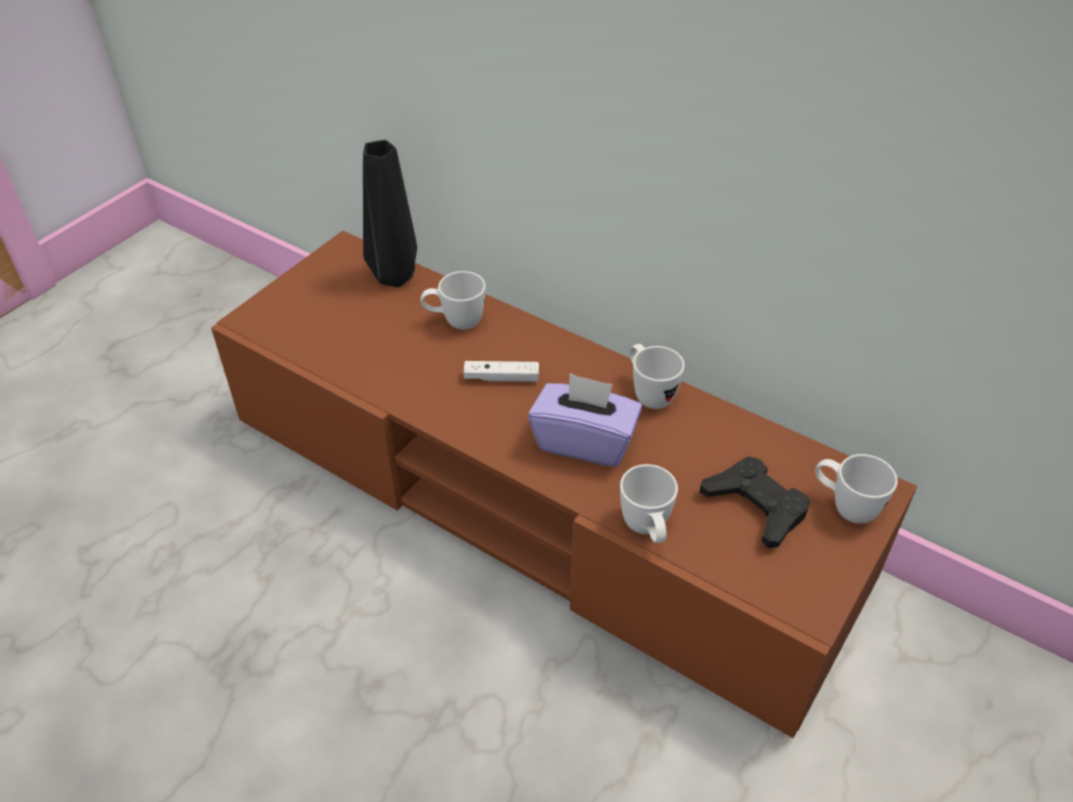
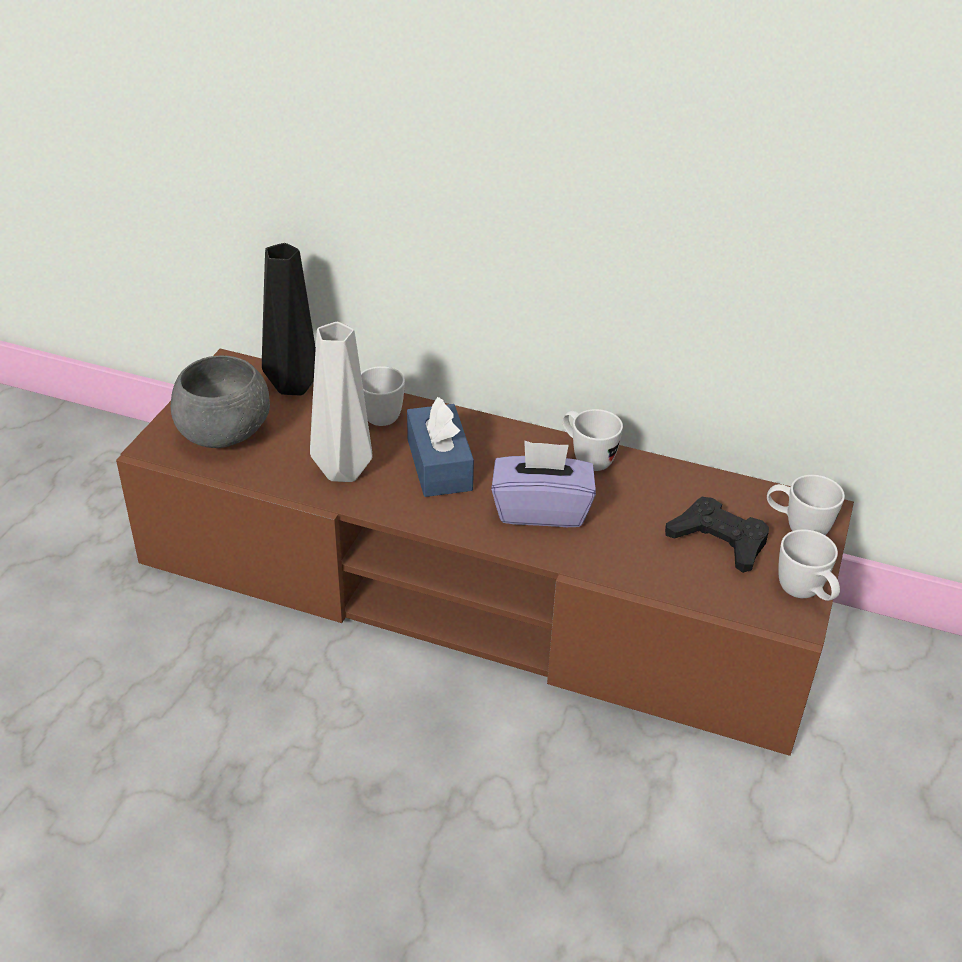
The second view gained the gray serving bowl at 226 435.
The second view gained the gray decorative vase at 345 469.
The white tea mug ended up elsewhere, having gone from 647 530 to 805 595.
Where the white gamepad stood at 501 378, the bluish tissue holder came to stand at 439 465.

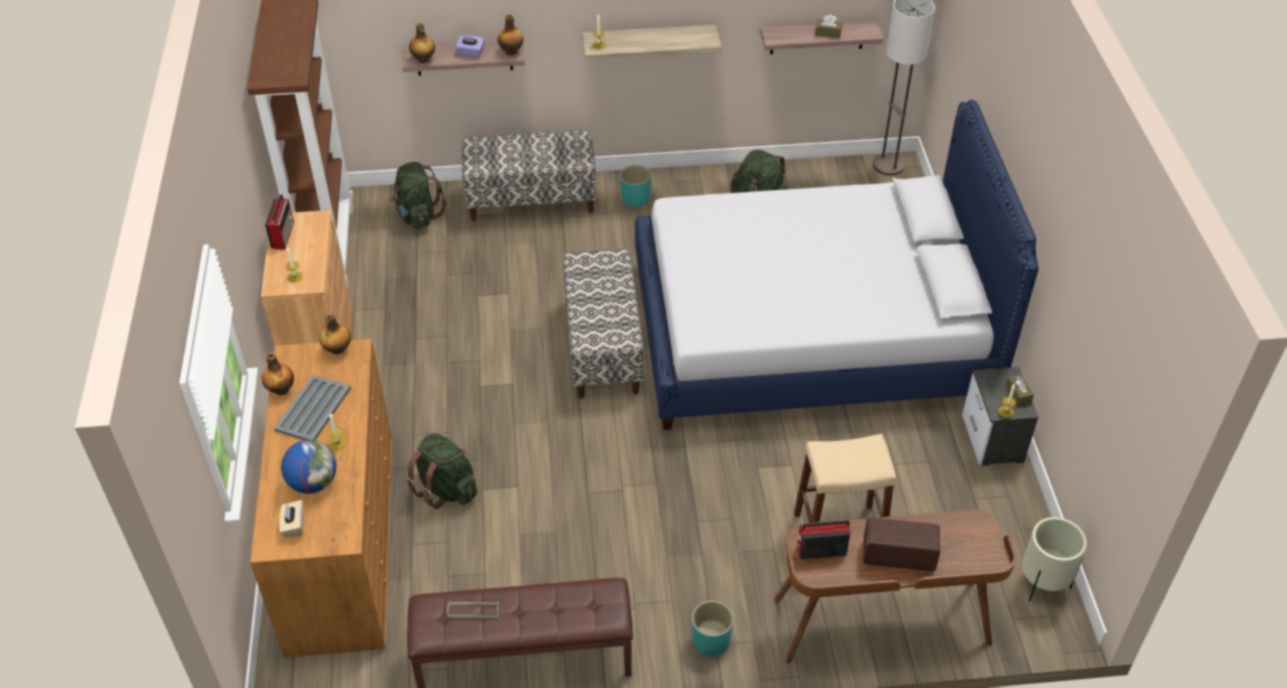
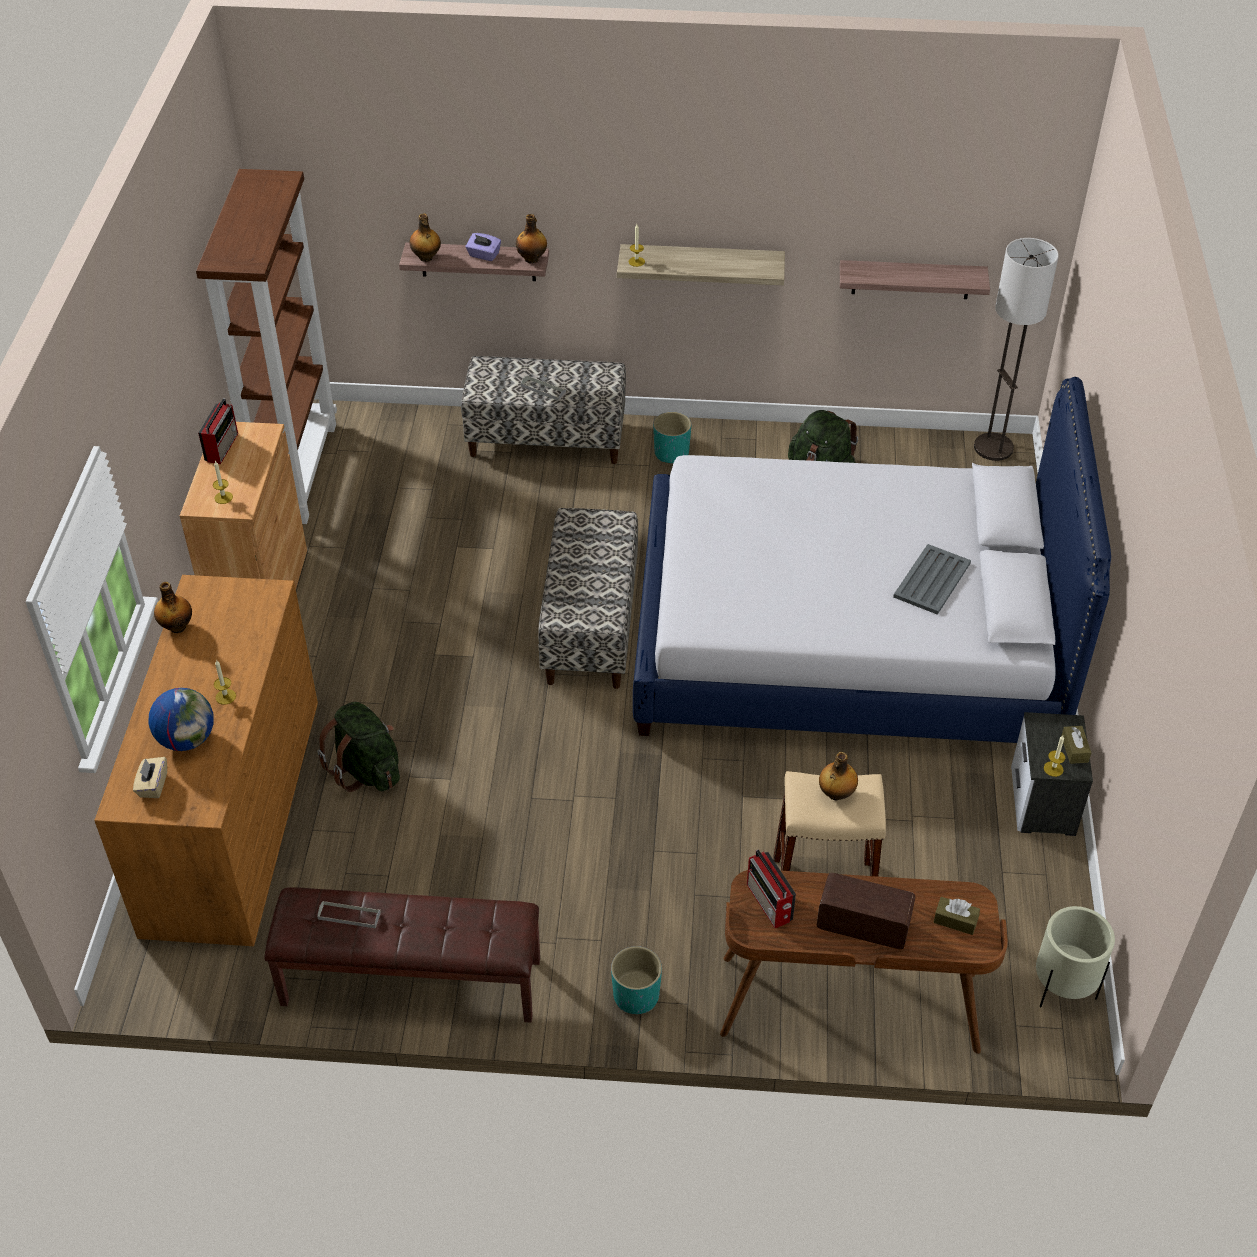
The second view lost the green-coloured rucksack at 418 215.
The gray carrying tray ended up elsewhere, having gone from 312 410 to 931 580.
The beverage bottle ended up elsewhere, having gone from 337 350 to 836 794.
The brownish tissue holder ended up elsewhere, having gone from 828 33 to 955 920.
The radio set at 820 550 ended up facing another way, 120 degrees counterclockwise from before.

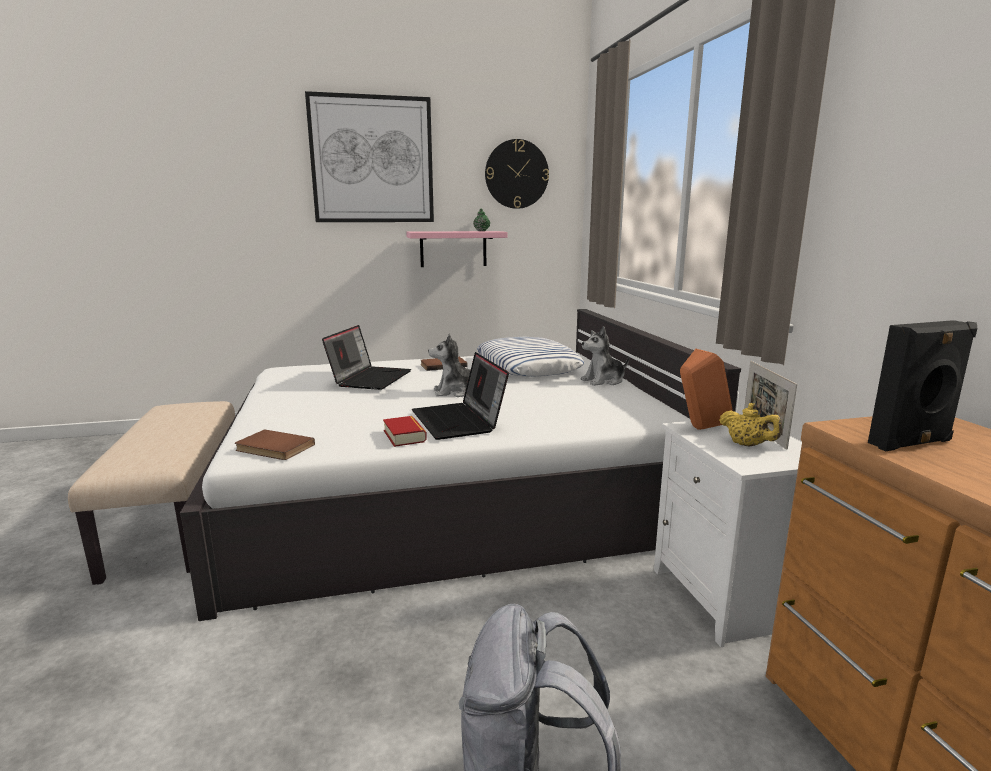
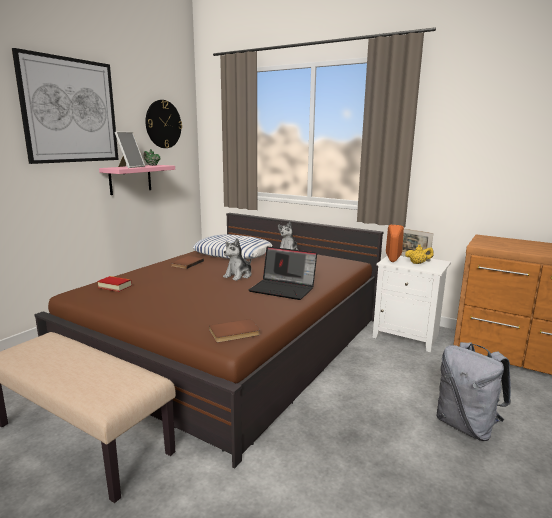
The second view lost the laptop at 370 378.
The second view lost the black audio speaker at 911 443.
The second view gained the standing frame at 130 167.
The book ended up elsewhere, having gone from 404 436 to 115 287.
What was the white sleeping bed at 453 490 turned into the brownish sleeping bed at 233 342.

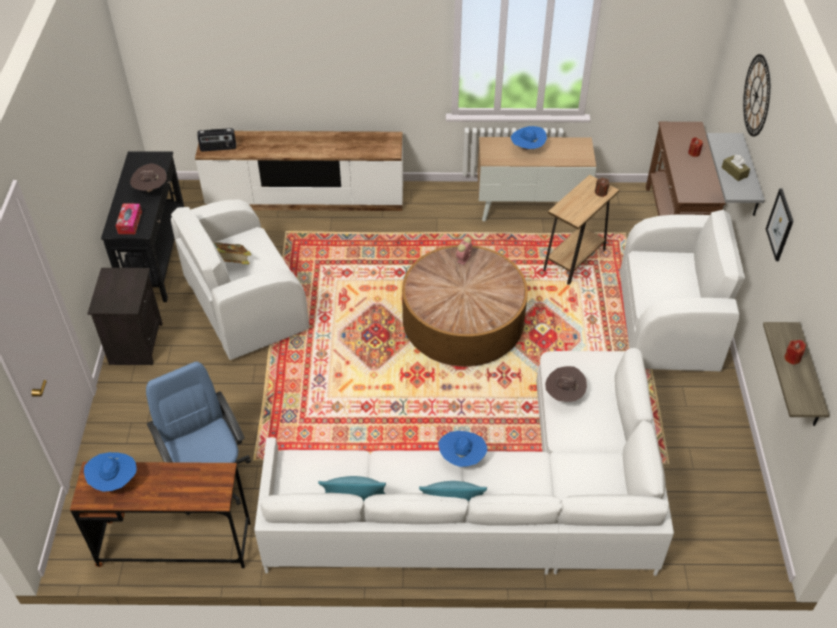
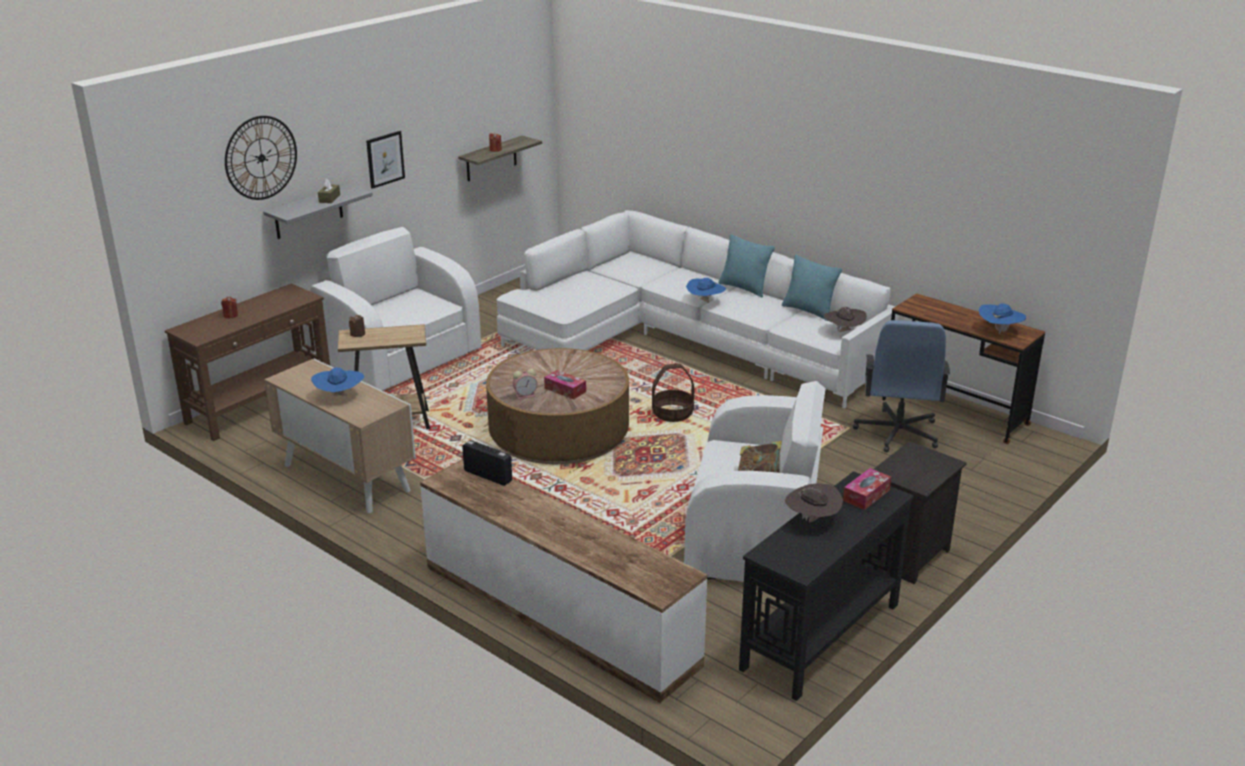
The second view gained the tissue holder at 565 390.
The second view gained the basket at 672 414.
The radio set ended up elsewhere, having gone from 218 148 to 488 475.
The brownish hat ended up elsewhere, having gone from 564 395 to 843 332.

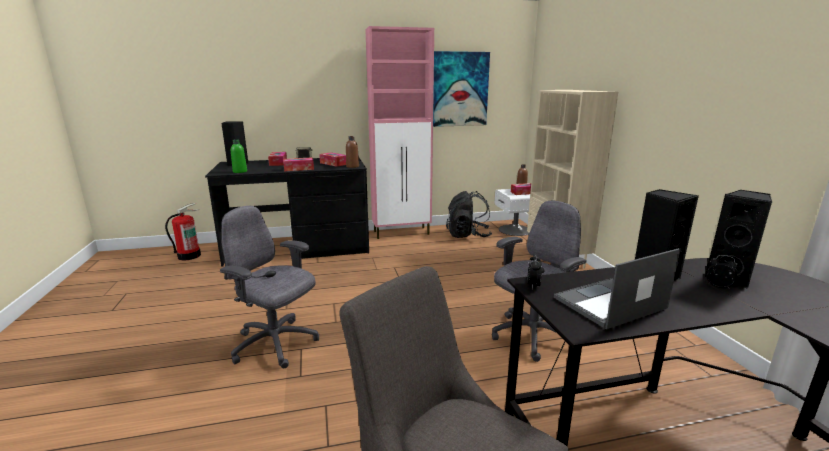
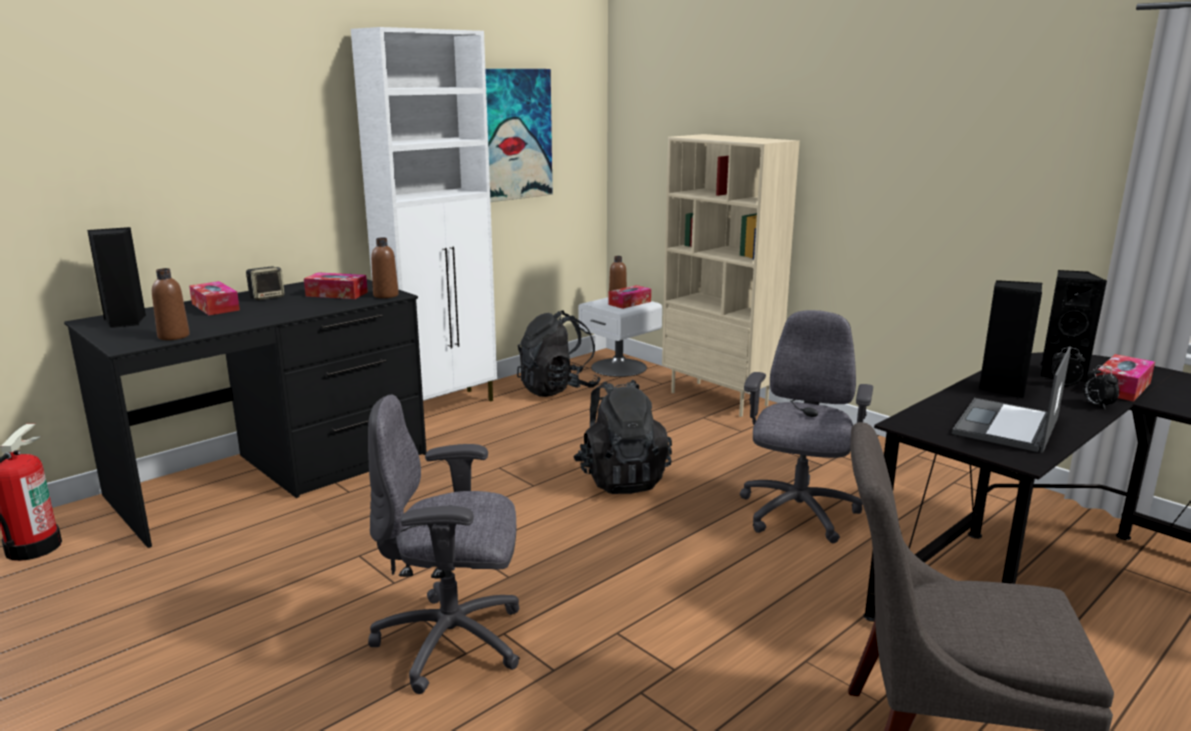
The second view gained the black rucksack at 621 479.
The tissue holder ended up elsewhere, having gone from 298 169 to 1121 388.
The alarm clock ended up elsewhere, having gone from 533 285 to 1097 405.
What was the green-coloured beverage bottle at 240 171 turned into the brownish beverage bottle at 173 336.
What was the pink cabinet at 402 233 turned into the white cabinet at 443 407.

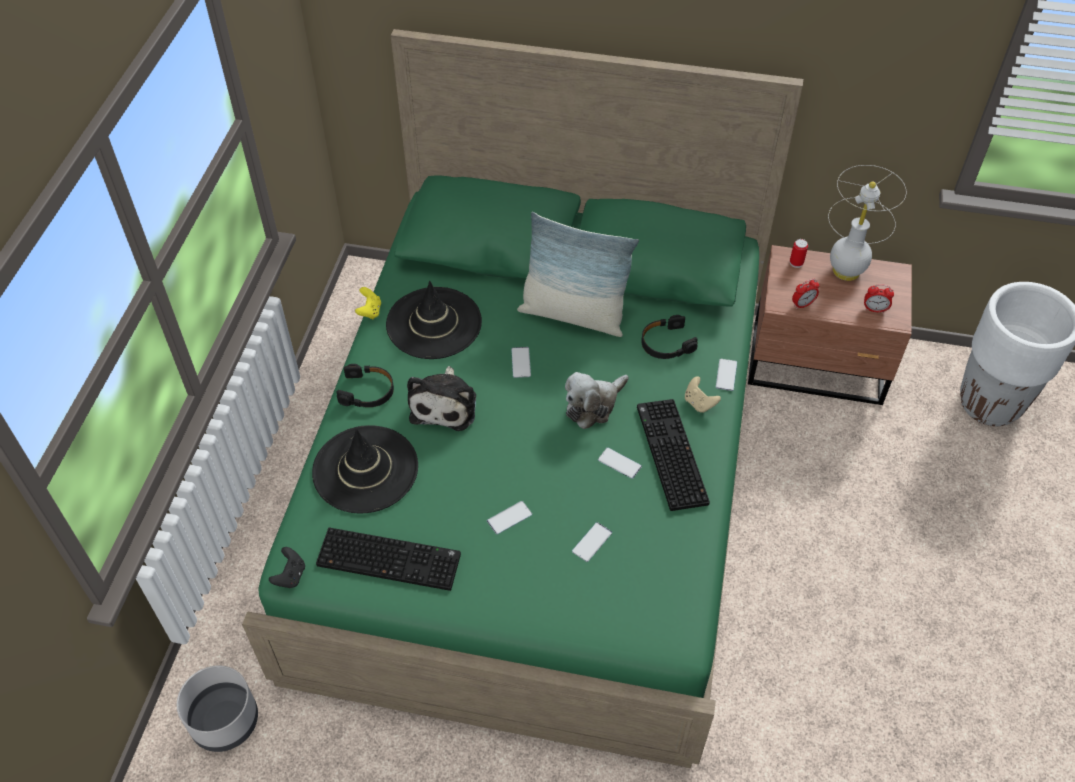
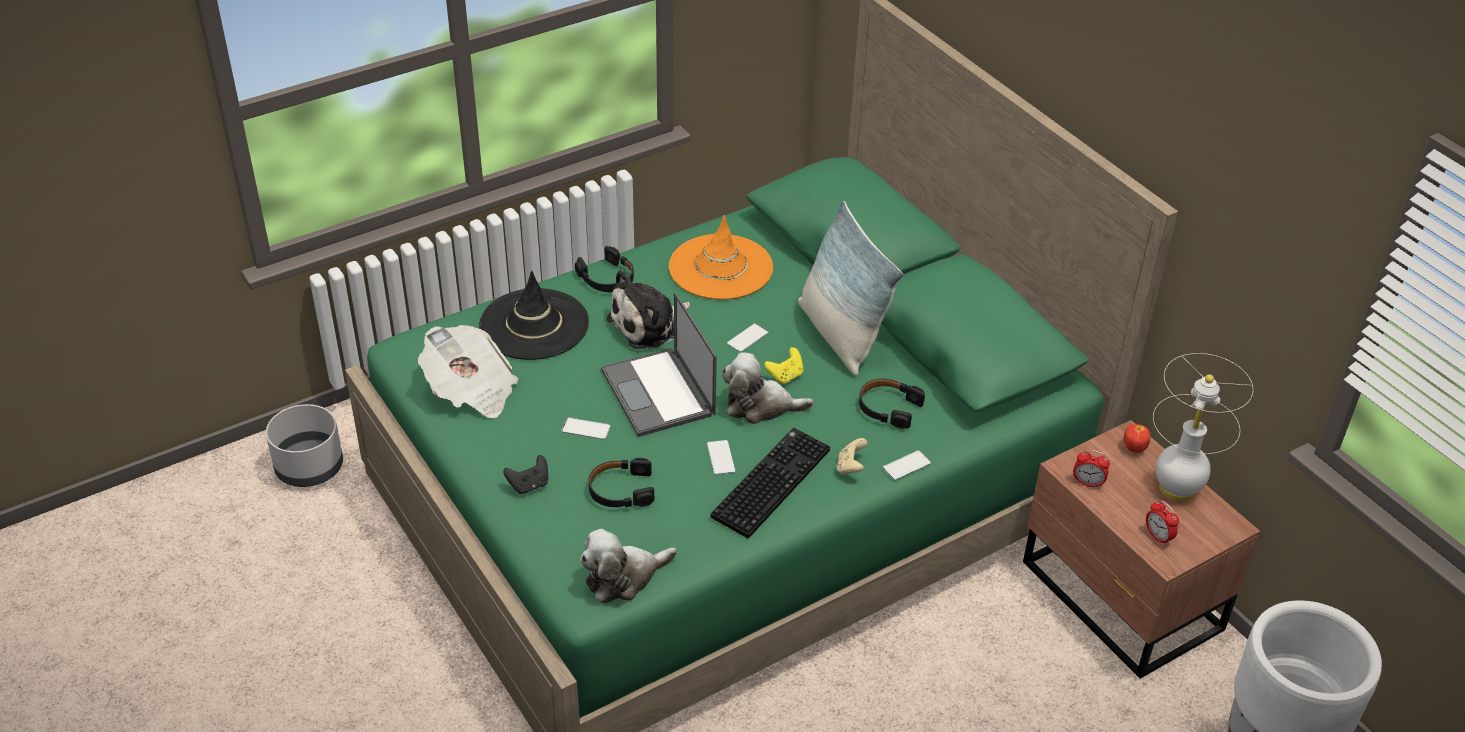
The second view gained the soft toy at 624 577.
The second view gained the laptop at 659 393.
The black gamepad ended up elsewhere, having gone from 290 576 to 529 485.
The yellow-coloured gamepad ended up elsewhere, having gone from 370 311 to 785 376.
Where the computer keyboard stood at 391 558, the daily paper came to stand at 471 390.
Where the handset stood at 592 542, the black headphones came to stand at 621 490.
Where the metal can stood at 796 263, the apple came to stand at 1133 448.
What was the black hat at 434 323 turned into the orange hat at 720 268.

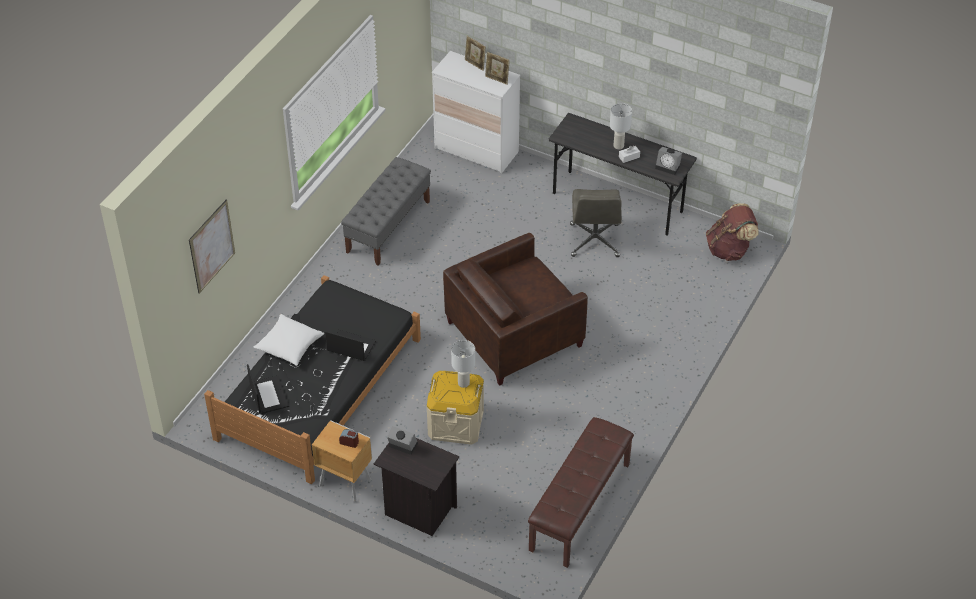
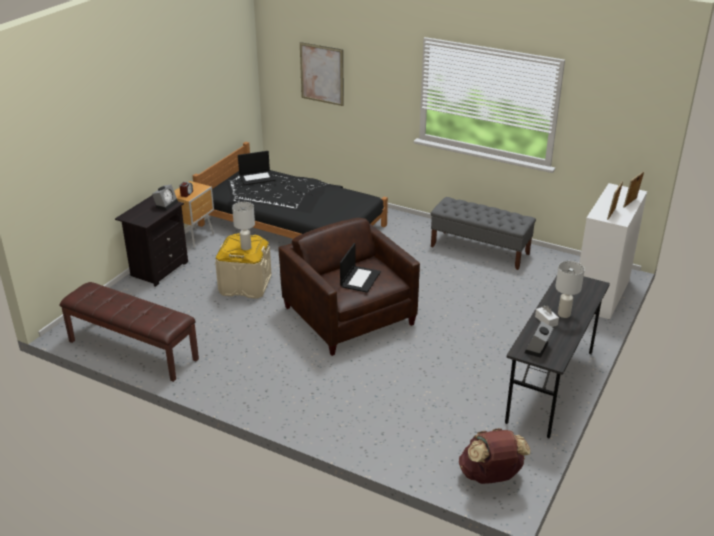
The second view lost the white throw pillow at 289 346.
The second view lost the gray office chair at 595 241.
The laptop ended up elsewhere, having gone from 350 346 to 360 279.

